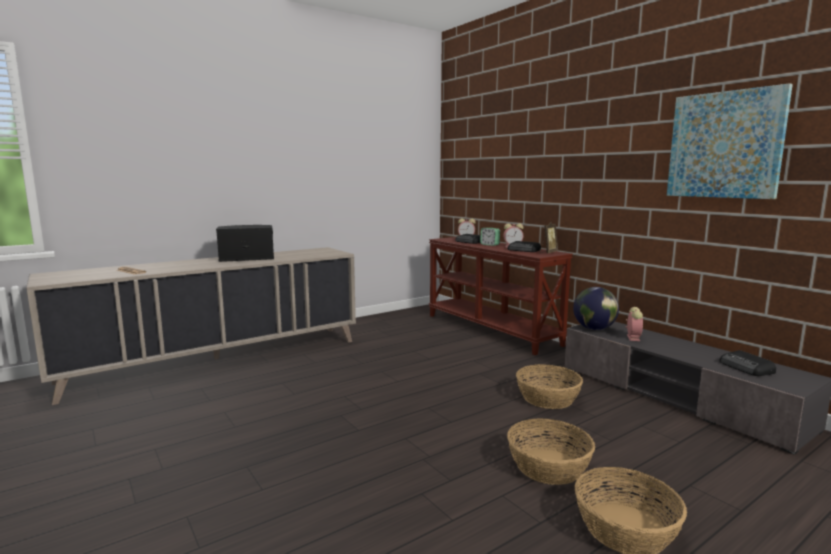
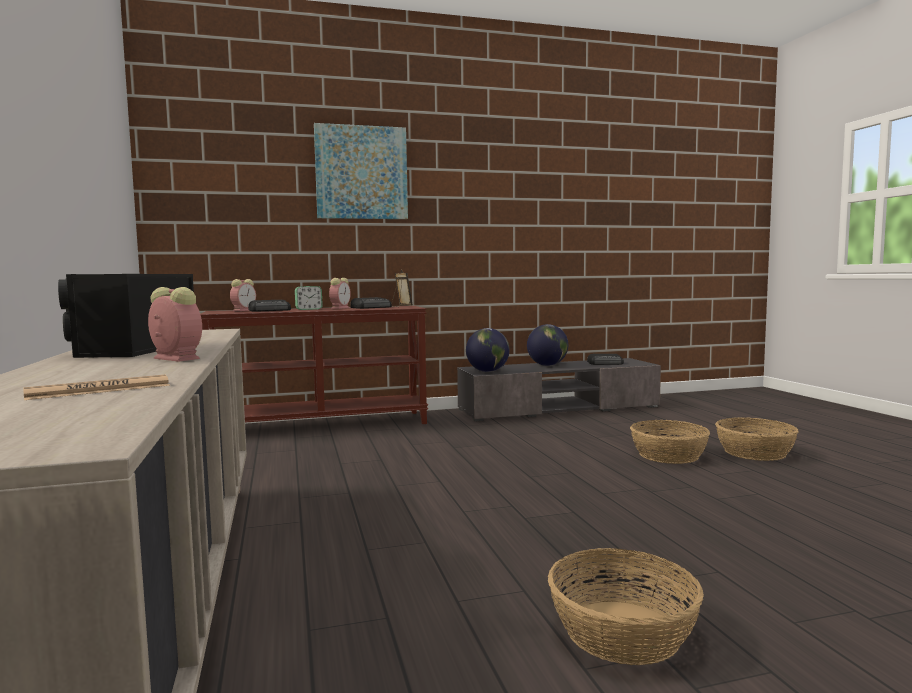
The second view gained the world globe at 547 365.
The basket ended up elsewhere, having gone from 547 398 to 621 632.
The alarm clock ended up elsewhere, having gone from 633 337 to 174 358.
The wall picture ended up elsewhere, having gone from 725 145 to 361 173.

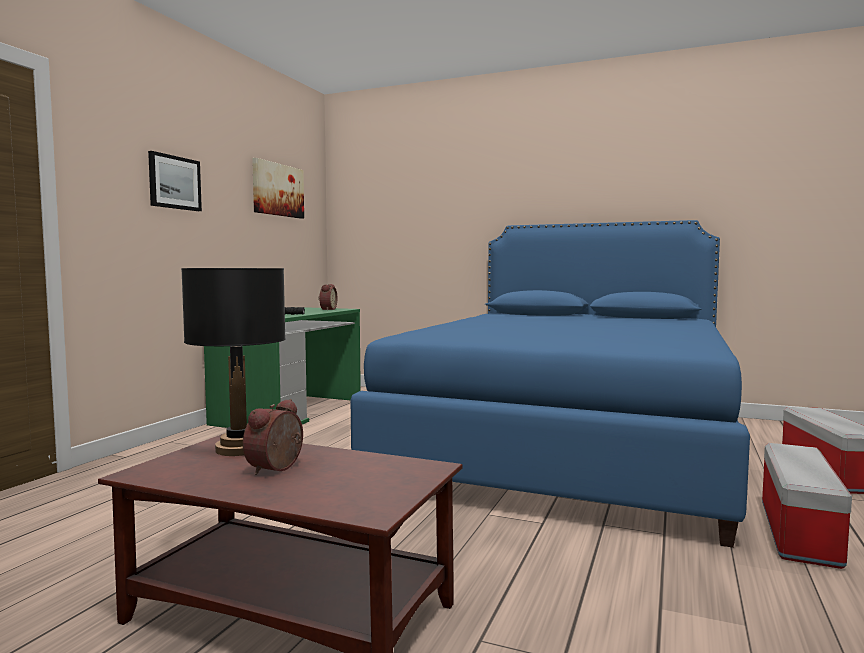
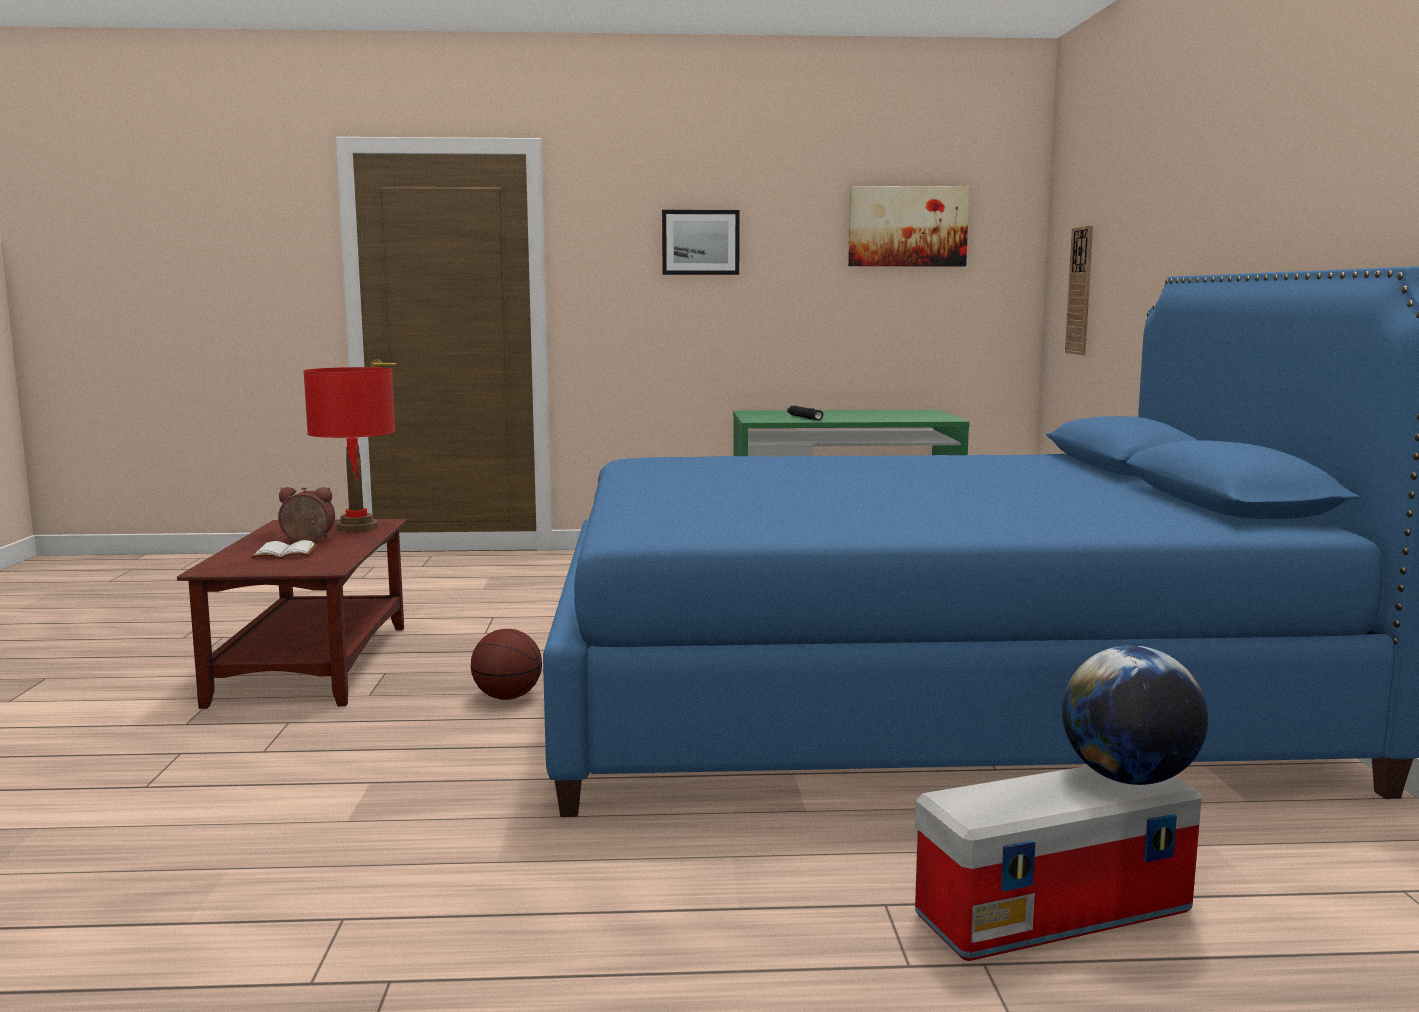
The second view lost the alarm clock at 327 309.
The second view lost the storage box at 797 532.
The second view gained the white book at 286 553.
The second view gained the basketball at 507 697.
The second view gained the world globe at 1129 779.
The second view gained the clock on the wall at 1080 291.
What was the black tabletop lamp at 239 449 turned into the red tabletop lamp at 357 528.

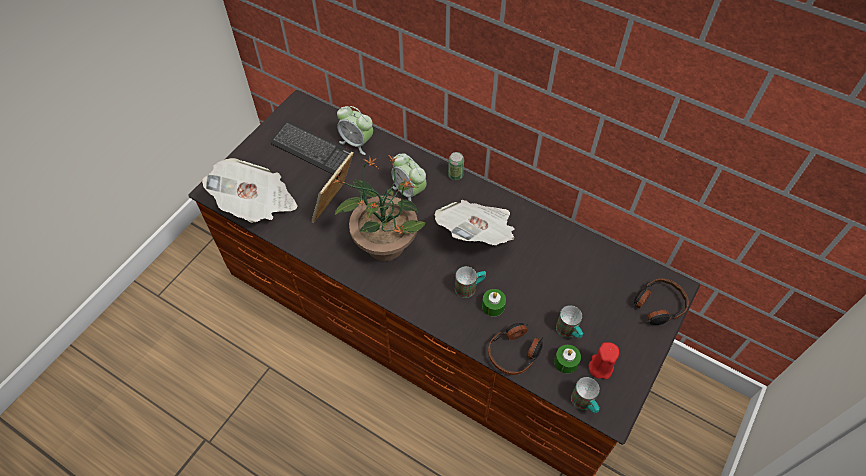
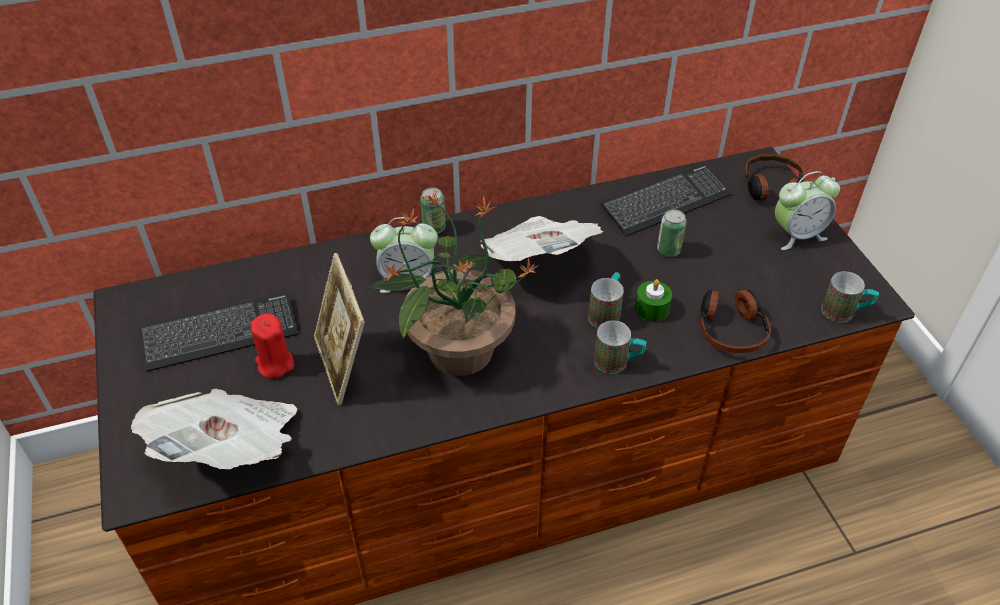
The second view lost the green-coloured wax candle at 566 362.
The second view gained the computer keyboard at 665 201.
The second view gained the metal can at 668 250.
The alarm clock ended up elsewhere, having gone from 357 142 to 797 235.
The tea mug ended up elsewhere, having gone from 569 332 to 618 363.
The red wax candle ended up elsewhere, having gone from 600 367 to 275 364.

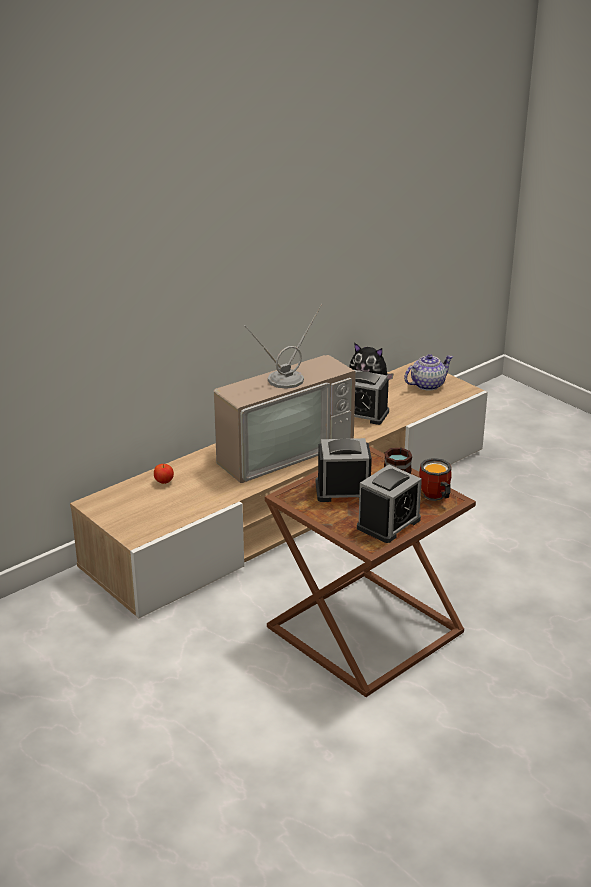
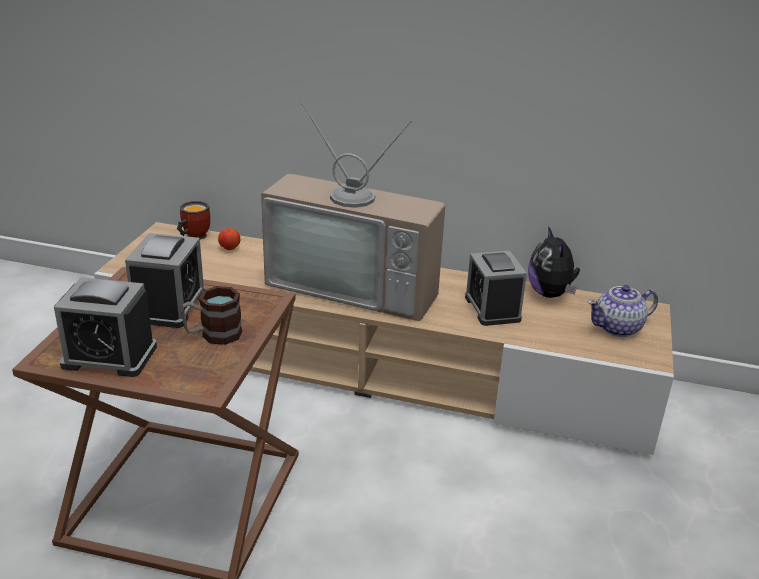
The tea mug ended up elsewhere, having gone from 434 498 to 193 236.
The alarm clock at 343 490 ended up facing another way, 45 degrees clockwise from before.
The pot for tea at 427 385 ended up facing another way, 135 degrees clockwise from before.

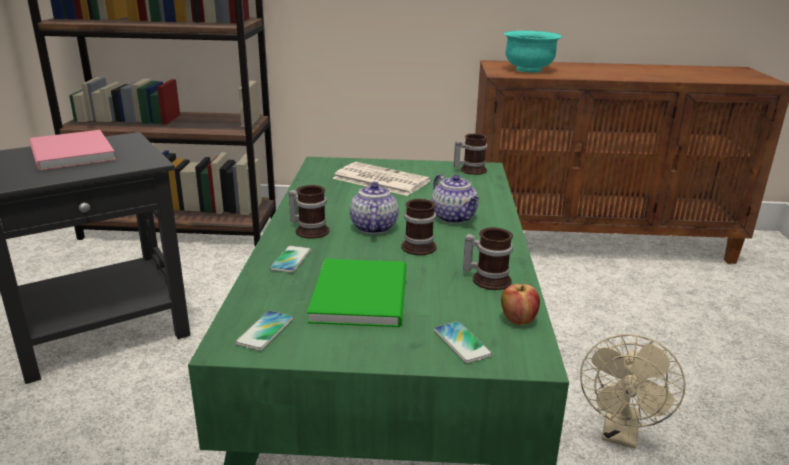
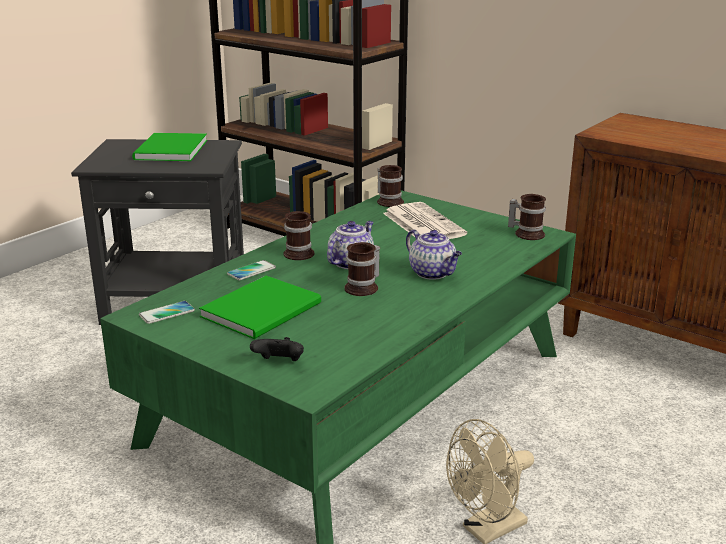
The second view lost the apple at 518 320.
The second view lost the turquoise serving bowl at 529 70.
The tea mug ended up elsewhere, having gone from 488 279 to 389 201.
Where the handset stood at 462 343, the black gamepad came to stand at 279 363.
What was the pink book at 69 154 turned into the green-coloured book at 168 150.
The pot for tea at 455 218 ended up facing another way, 45 degrees counterclockwise from before.

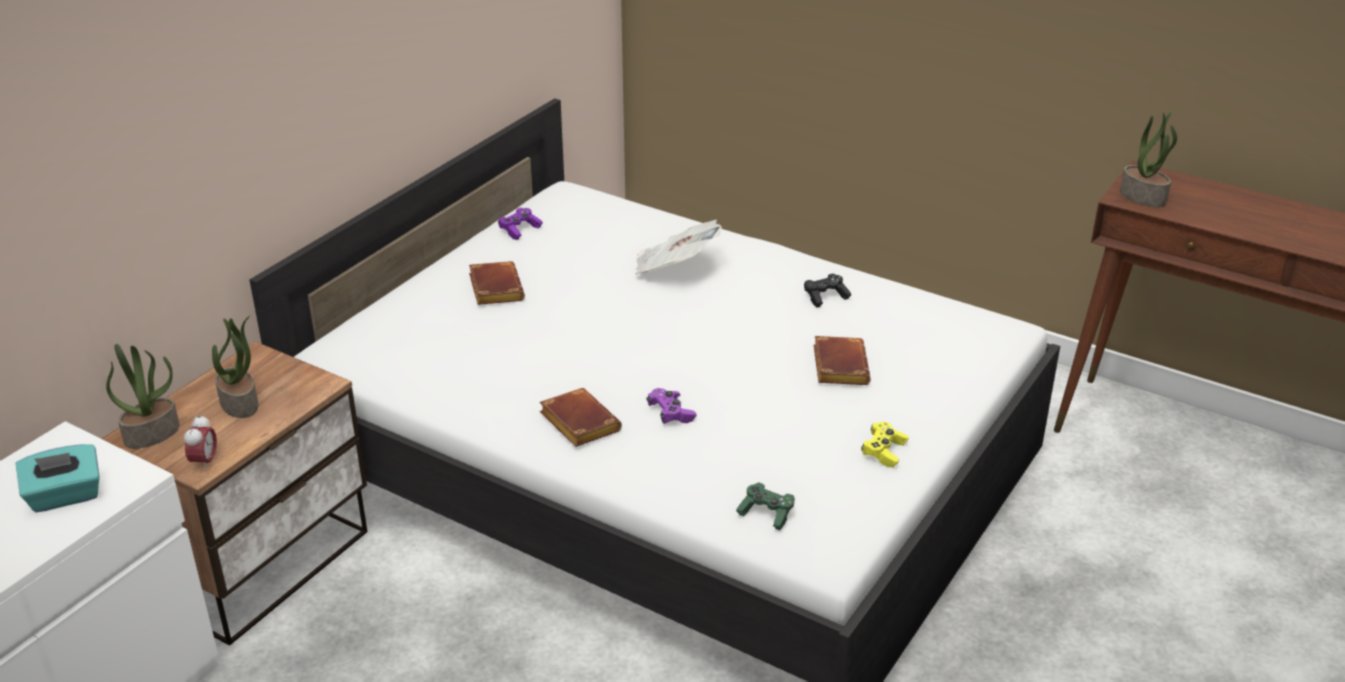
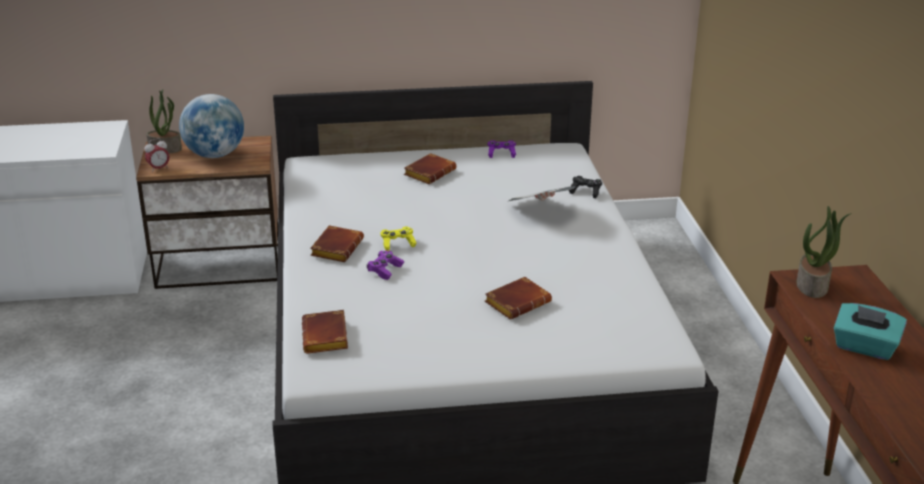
The turquoise tissue holder ended up elsewhere, having gone from 65 496 to 864 347.
The black gamepad ended up elsewhere, having gone from 825 297 to 585 192.
The yellow-coloured gamepad ended up elsewhere, having gone from 884 451 to 397 244.
Where the plant in a pot stood at 240 403, the world globe came to stand at 215 155.
Where the green-coloured gamepad stood at 766 513, the brownish book came to stand at 327 338.

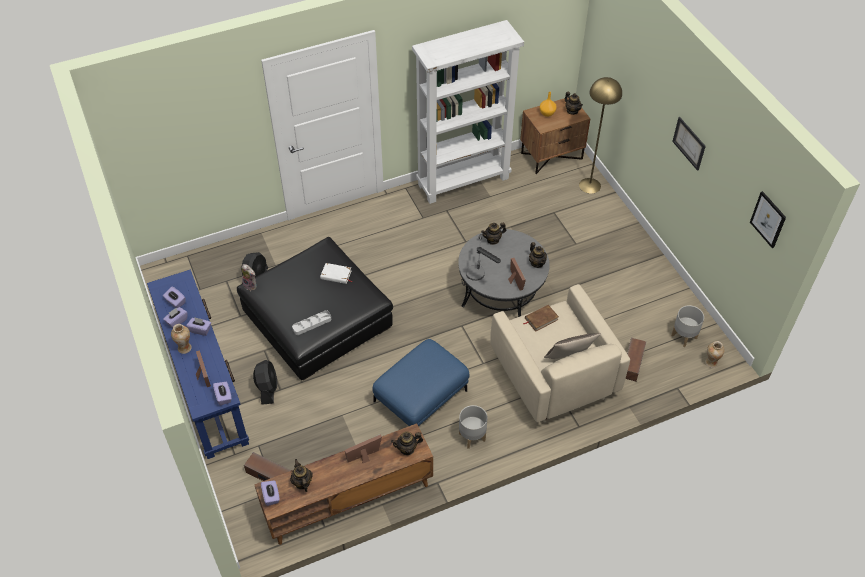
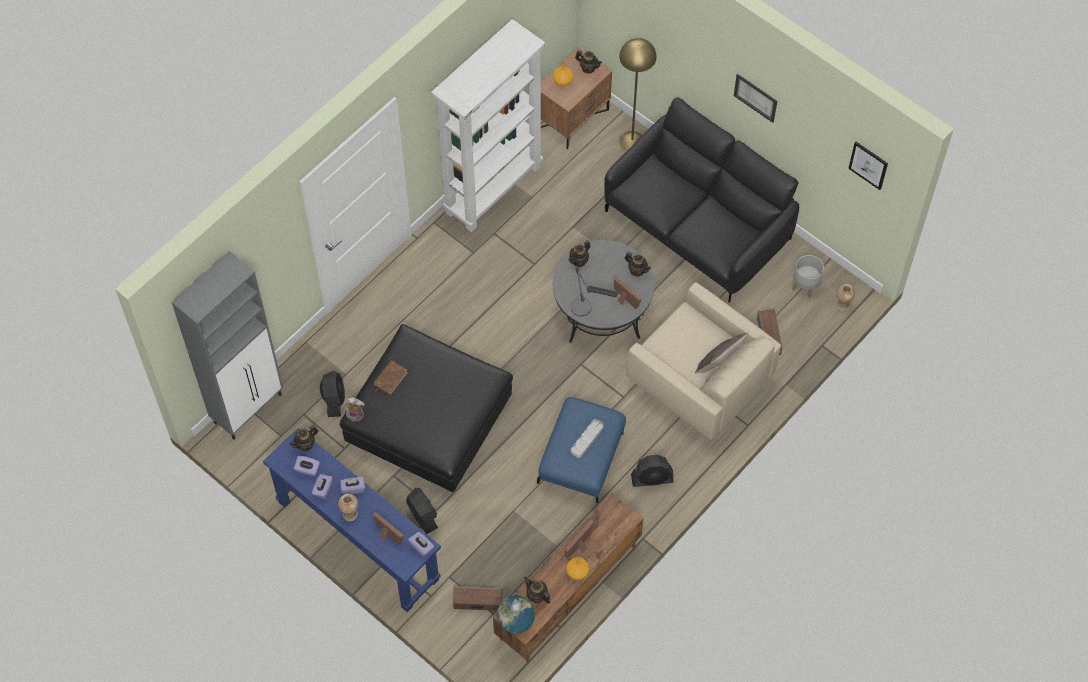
The second view lost the white book at 336 275.
The second view gained the gray cabinet at 249 408.
The second view gained the orange decorative vase at 577 572.
The second view gained the black couch at 697 225.
The gray carrying tray ended up elsewhere, having gone from 312 324 to 587 439.
The pot for tea ended up elsewhere, having gone from 407 449 to 305 444.
The brownish book ended up elsewhere, having gone from 541 319 to 390 378.
Where the purple tissue holder stood at 271 496, the world globe came to stand at 516 621.
Where the gray plant pot stood at 472 437, the black electric fan came to stand at 652 479.

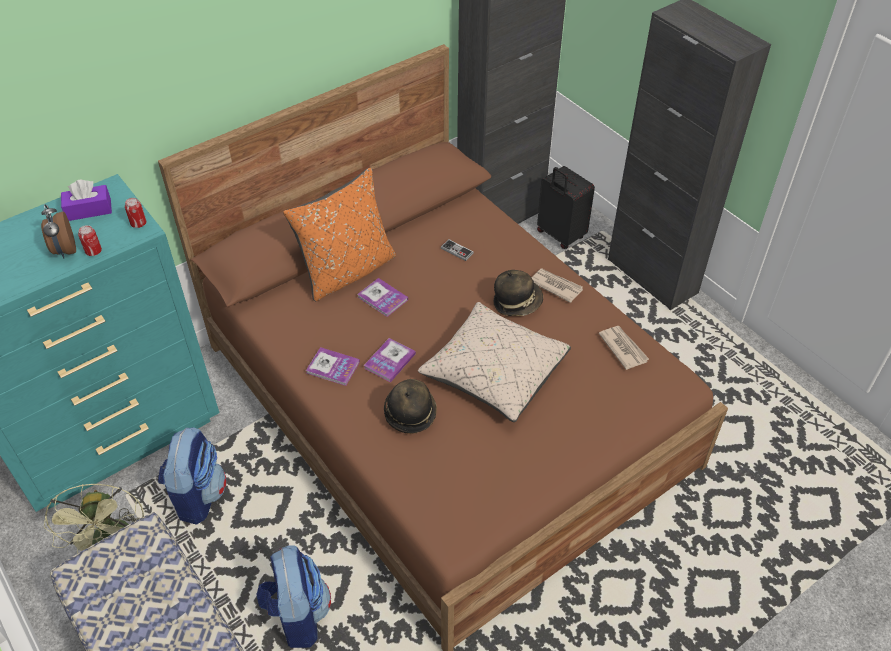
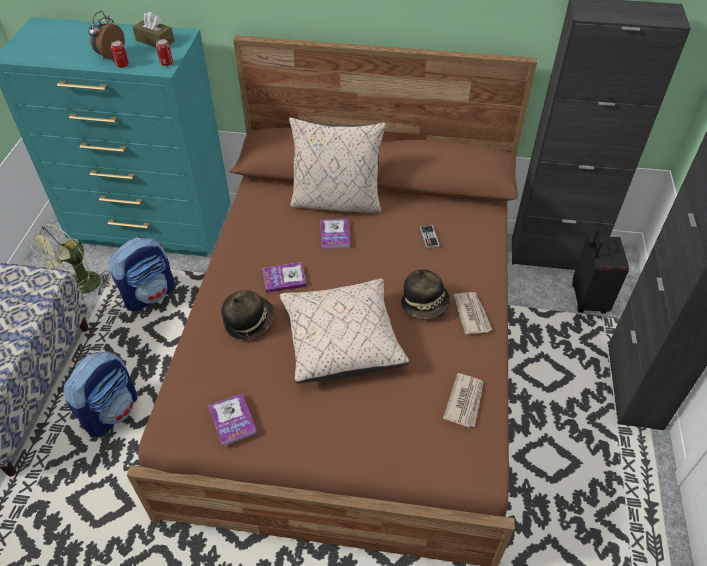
The book ended up elsewhere, having gone from 333 367 to 233 420.
What was the purple tissue holder at 89 210 turned into the brownish tissue holder at 155 41.
What was the orange throw pillow at 347 271 turned into the beige throw pillow at 337 202.

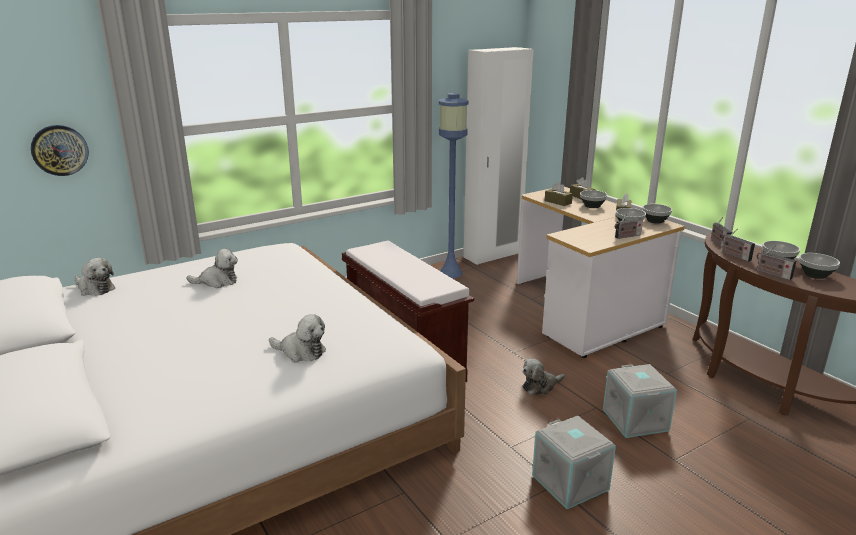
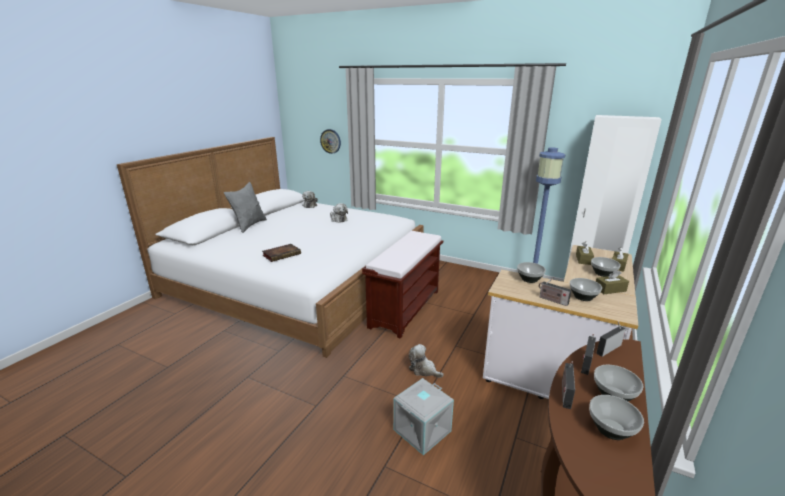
The second view lost the gray storage box at 571 482.
The second view gained the gray throw pillow at 249 225.
The serving bowl ended up elsewhere, having gone from 655 221 to 529 279.
Where the soft toy stood at 301 352, the book came to stand at 282 254.

